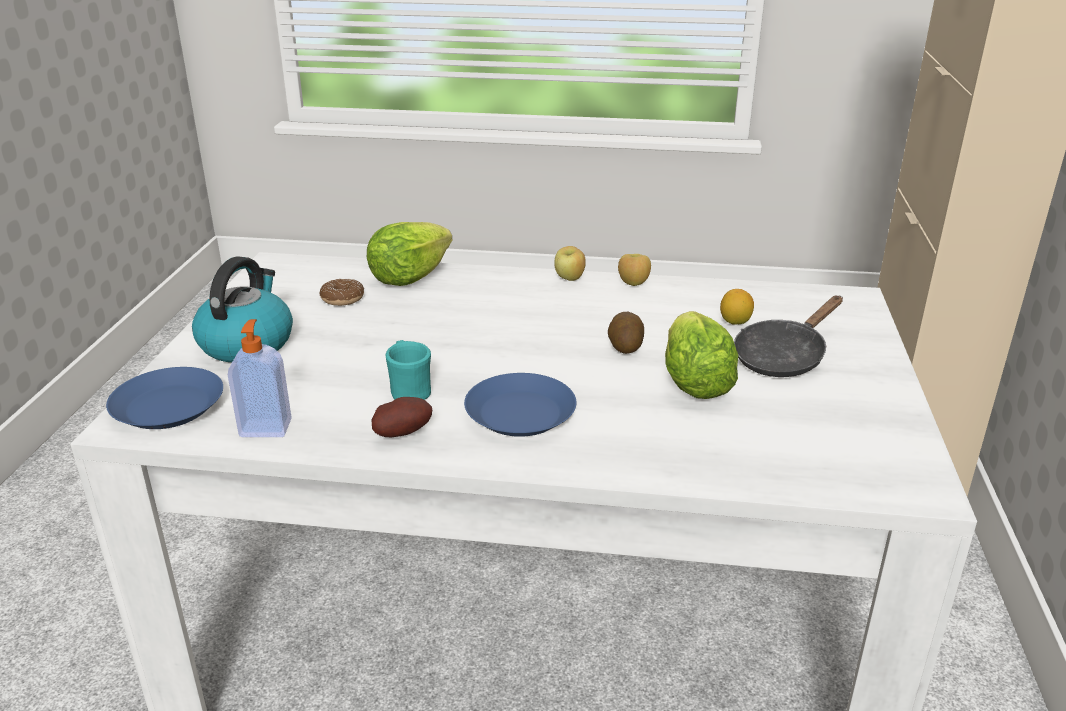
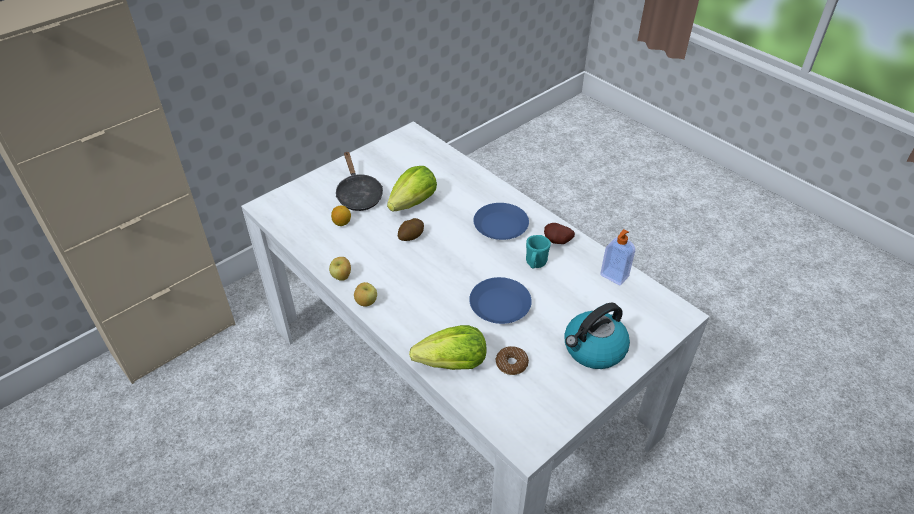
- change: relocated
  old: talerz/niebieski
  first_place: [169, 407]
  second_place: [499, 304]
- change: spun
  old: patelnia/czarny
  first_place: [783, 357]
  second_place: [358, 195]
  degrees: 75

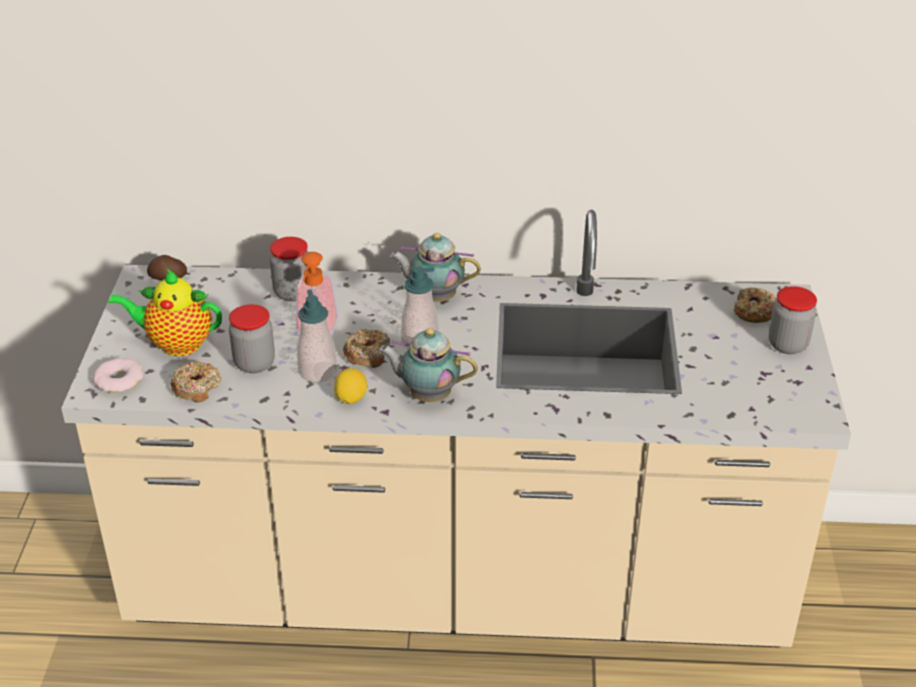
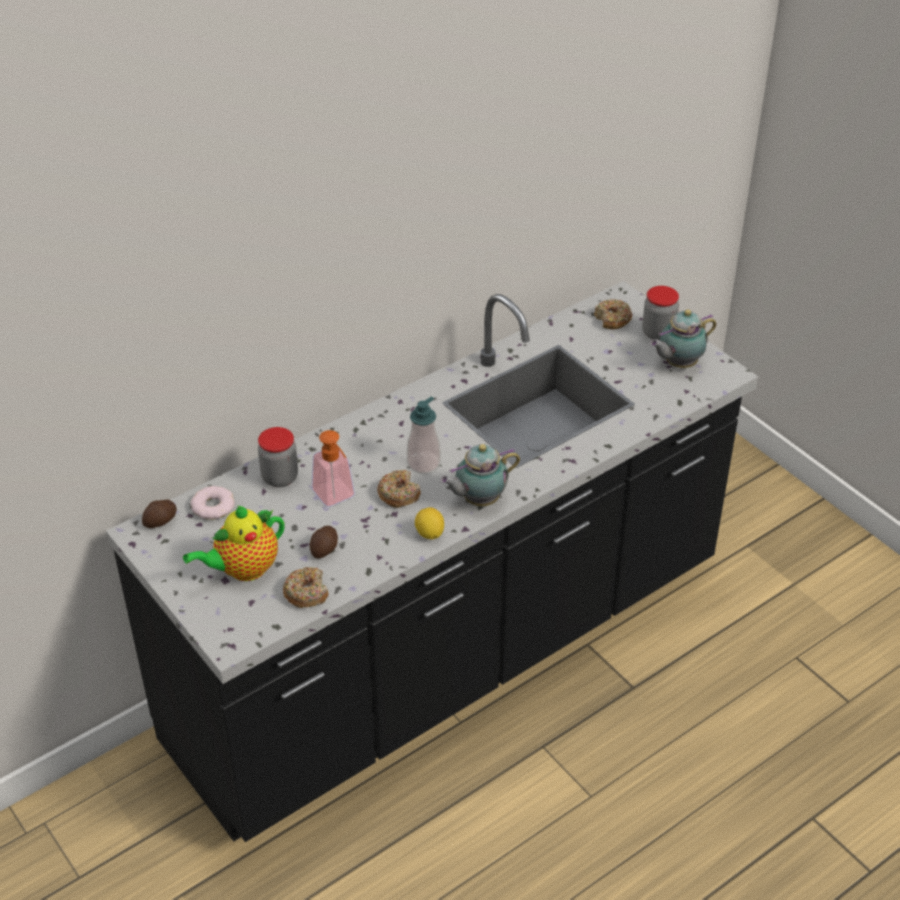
- change: missing
  old: dozownik mydła
  first_place: [317, 371]
- change: relocated
  old: donut
  first_place: [119, 380]
  second_place: [213, 506]
- change: relocated
  old: imbryk
  first_place: [434, 297]
  second_place: [678, 364]
- change: exchanged
  old: słoik
  new: ziemniak
  first_place: [254, 363]
  second_place: [325, 549]
- change: colour
  old: zabudowa kuchenna/beżowy
  new: zabudowa kuchenna/czarny
  first_place: [458, 589]
  second_place: [450, 656]

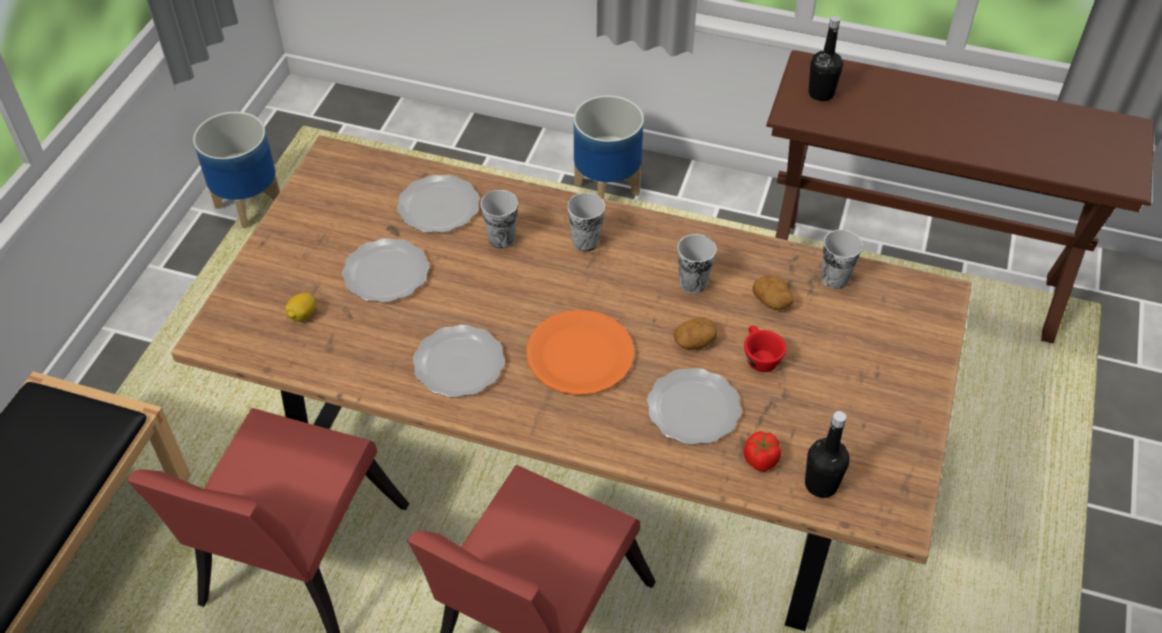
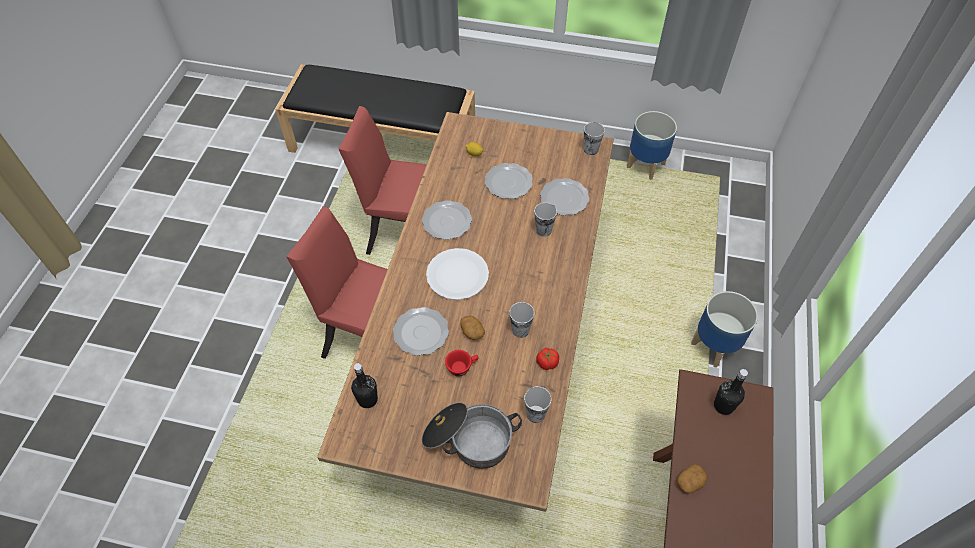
- change: appeared
  new: garnek
  second_place: [469, 440]
- change: relocated
  old: filiżanka
  first_place: [586, 241]
  second_place: [591, 149]
- change: relocated
  old: pomidor
  first_place: [760, 459]
  second_place: [547, 363]
- change: relocated
  old: ziemniak
  first_place: [772, 301]
  second_place: [690, 482]
- change: colour
  old: talerz/pomarańczowy
  new: talerz/biały
  first_place: [580, 355]
  second_place: [457, 275]

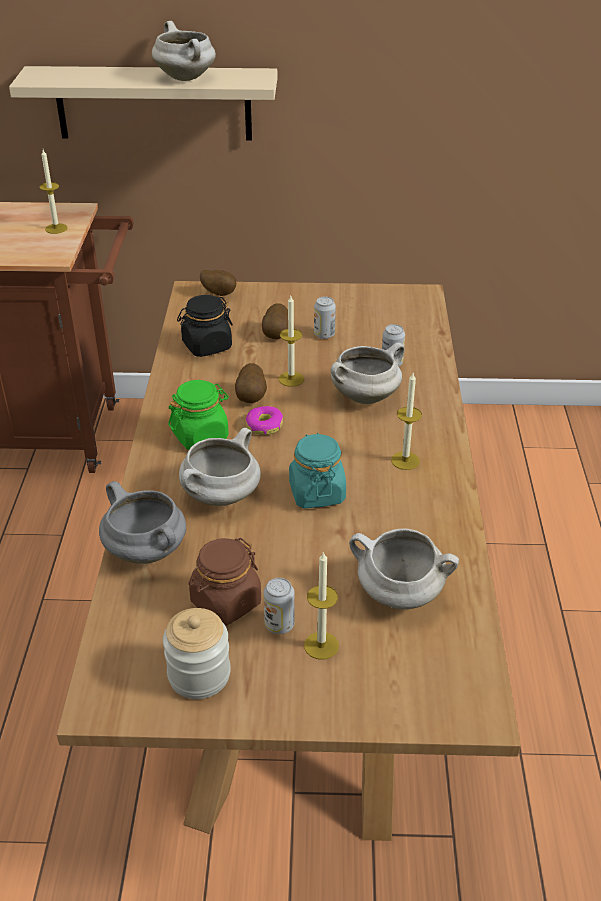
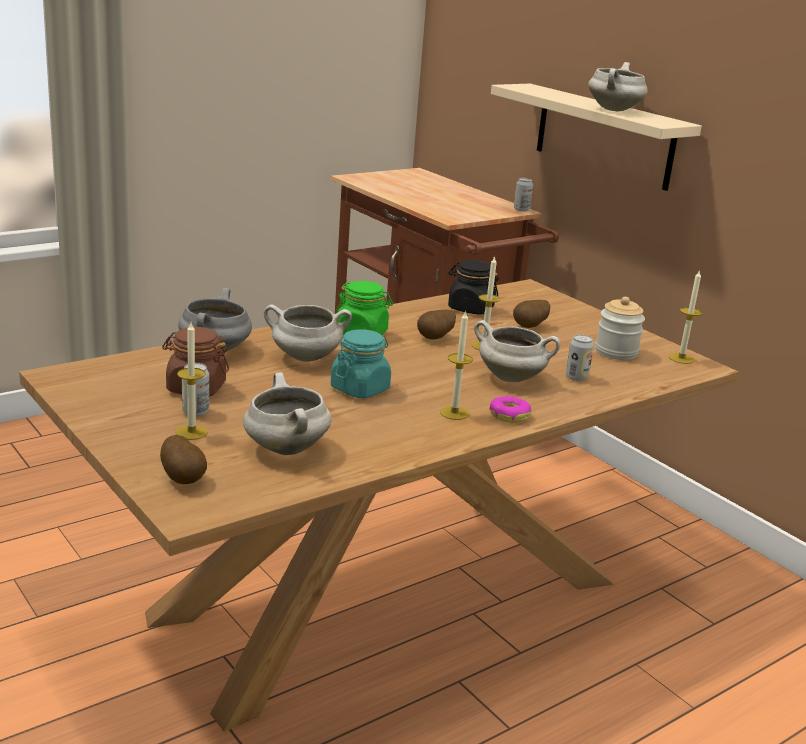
- change: relocated
  old: świeca
  first_place: [56, 228]
  second_place: [681, 358]
- change: relocated
  old: słoik
  first_place: [199, 675]
  second_place: [616, 352]
- change: relocated
  old: ziemniak
  first_place: [219, 293]
  second_place: [184, 479]
- change: relocated
  old: donut
  first_place: [264, 426]
  second_place: [509, 415]
- change: relocated
  old: puszka
  first_place: [324, 334]
  second_place: [521, 209]

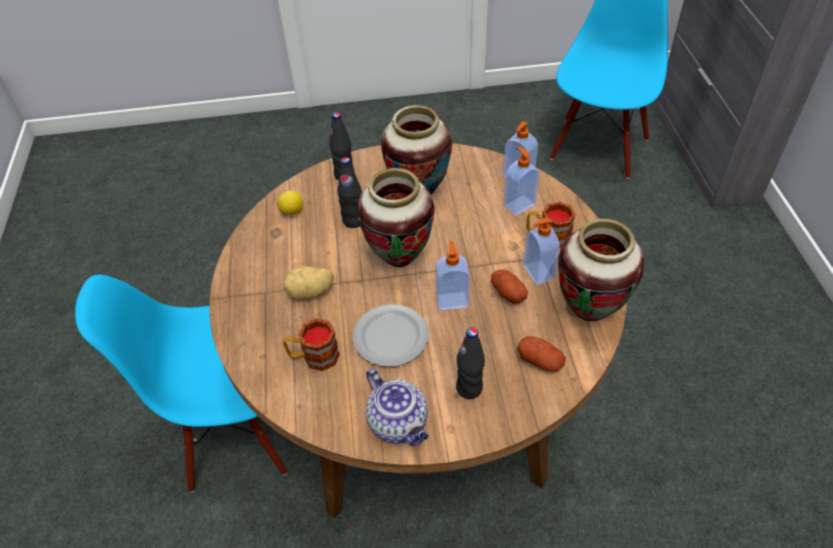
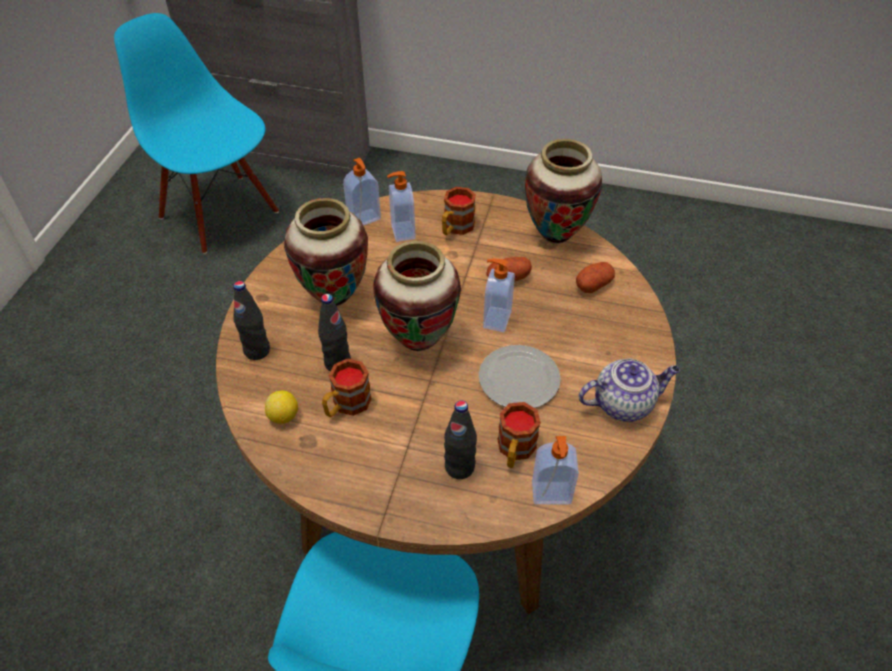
- change: missing
  old: ziemniak
  first_place: [310, 292]
- change: appeared
  new: kubek
  second_place: [346, 405]
- change: relocated
  old: butelka/czarny
  first_place: [469, 388]
  second_place: [459, 467]
- change: relocated
  old: dozownik mydła
  first_place: [537, 273]
  second_place: [551, 494]

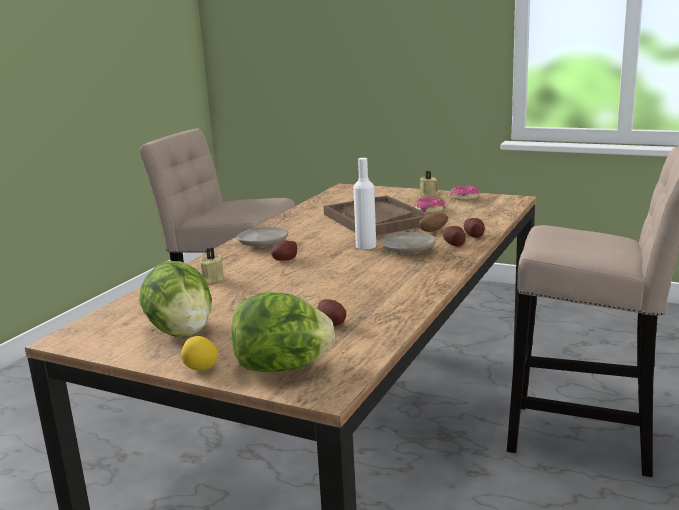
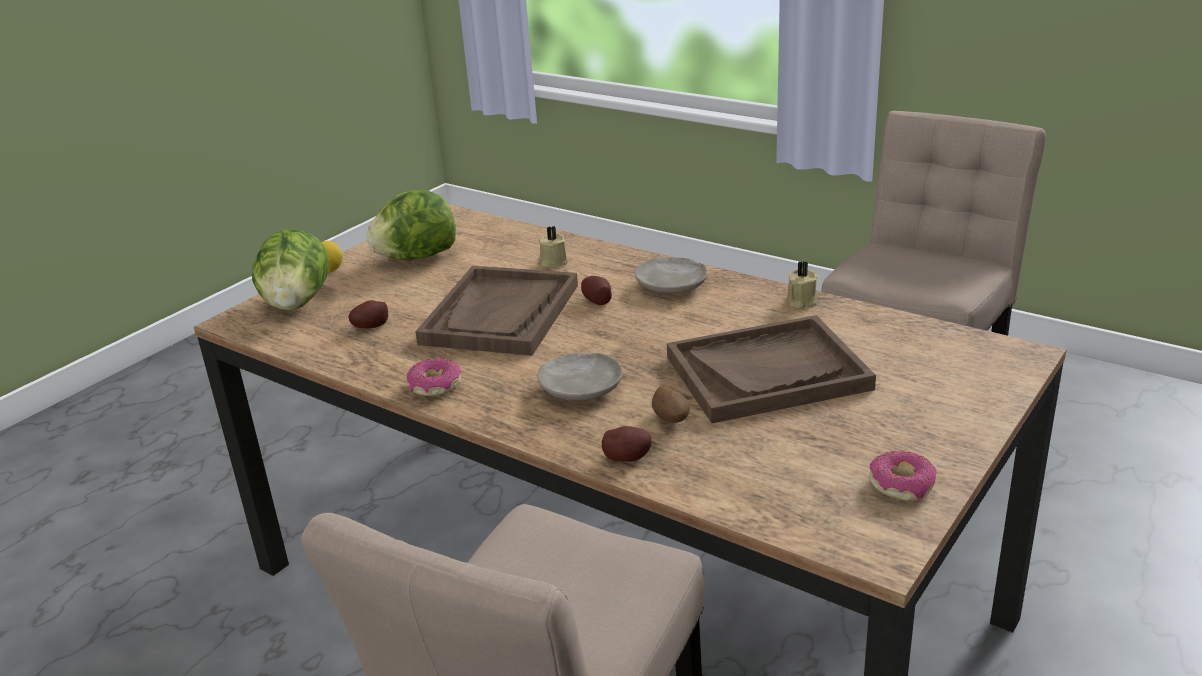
- change: missing
  old: butelka/biały
  first_place: [366, 246]
- change: missing
  old: ziemniak
  first_place: [454, 244]
- change: appeared
  new: taca/brązowy
  second_place: [501, 314]
- change: relocated
  old: donut
  first_place: [430, 210]
  second_place: [435, 386]
- change: relocated
  old: świeca/beżowy
  first_place: [429, 194]
  second_place: [800, 301]

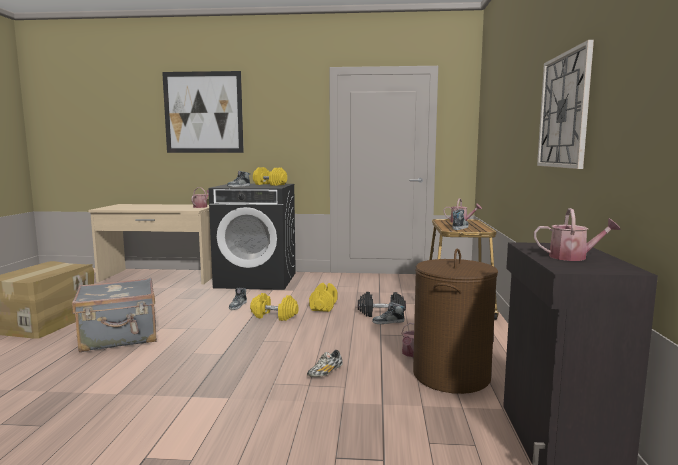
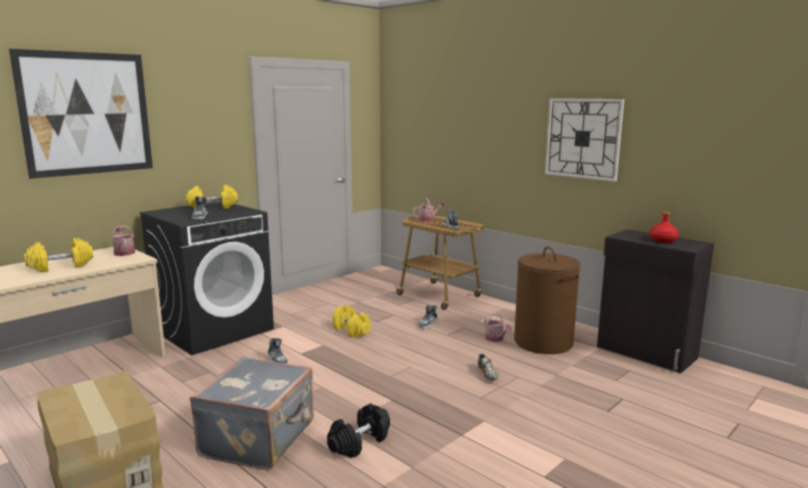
- change: relocated
  old: hantel/żółty
  first_place: [274, 316]
  second_place: [60, 266]
- change: relocated
  old: hantel/czarny
  first_place: [381, 314]
  second_place: [359, 443]
- change: exchanged
  old: konewka
  new: butelka/czerwony
  first_place: [573, 257]
  second_place: [663, 240]

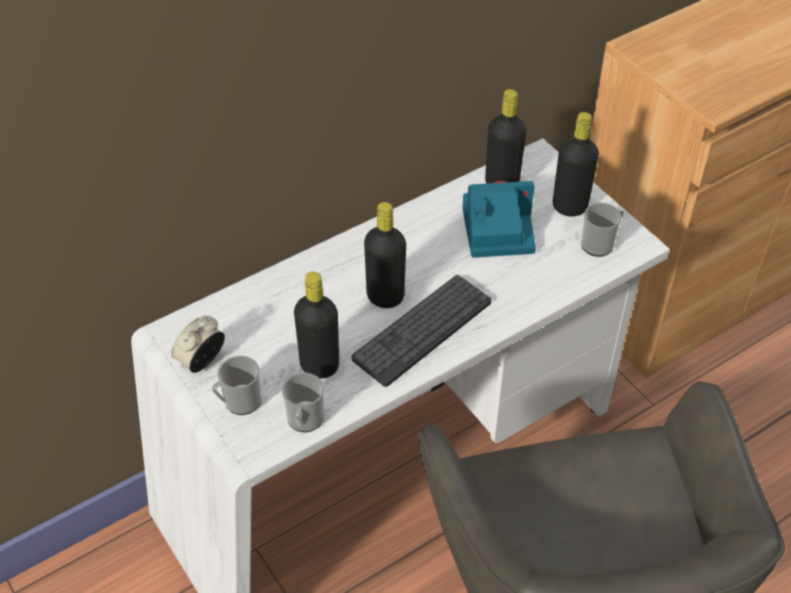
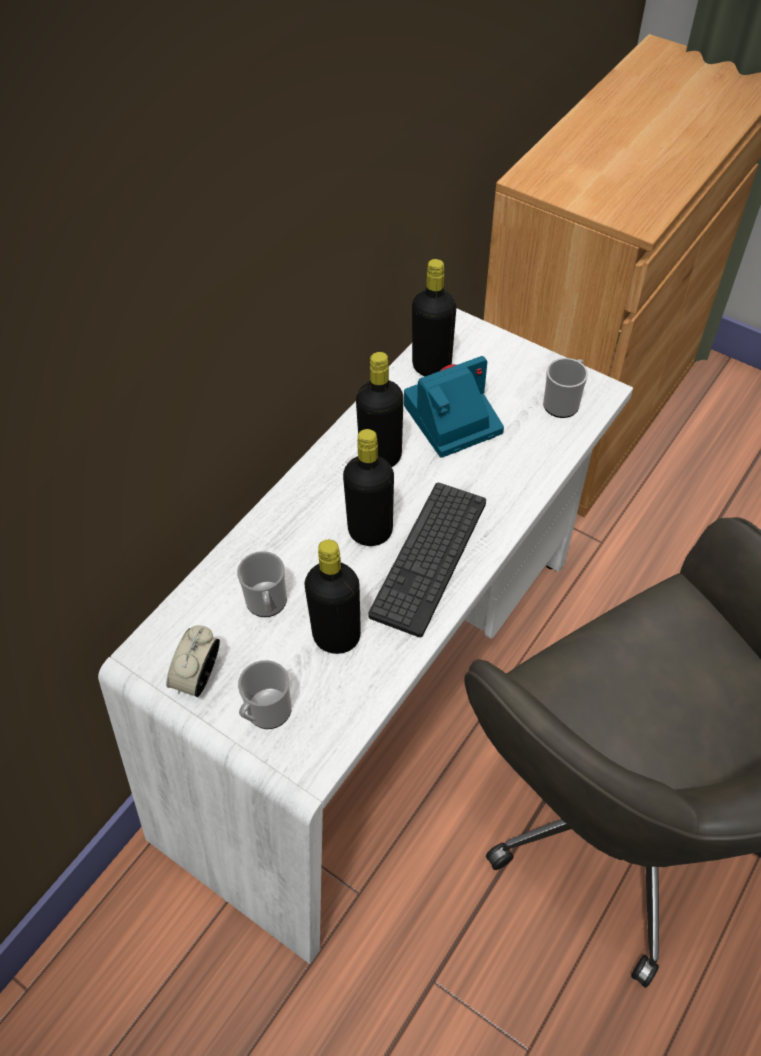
- change: relocated
  old: kubek
  first_place: [304, 421]
  second_place: [267, 604]
- change: relocated
  old: butelka/czarny
  first_place: [570, 206]
  second_place: [380, 457]

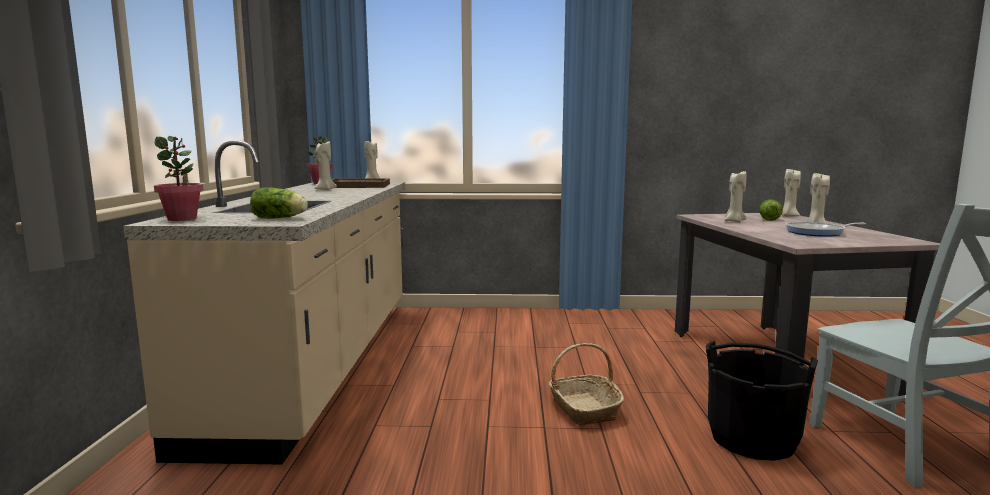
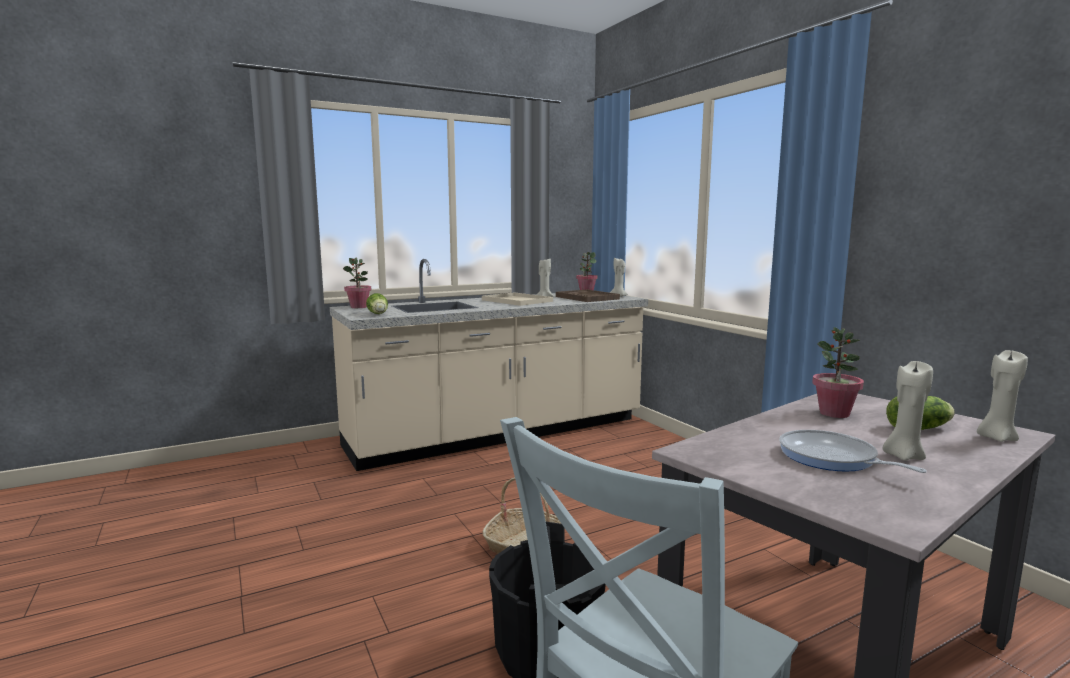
- change: appeared
  new: taca/beżowy
  second_place: [518, 300]
- change: exchanged
  old: świeca/beżowy
  new: roślina doniczkowa
  first_place: [734, 221]
  second_place: [834, 413]

